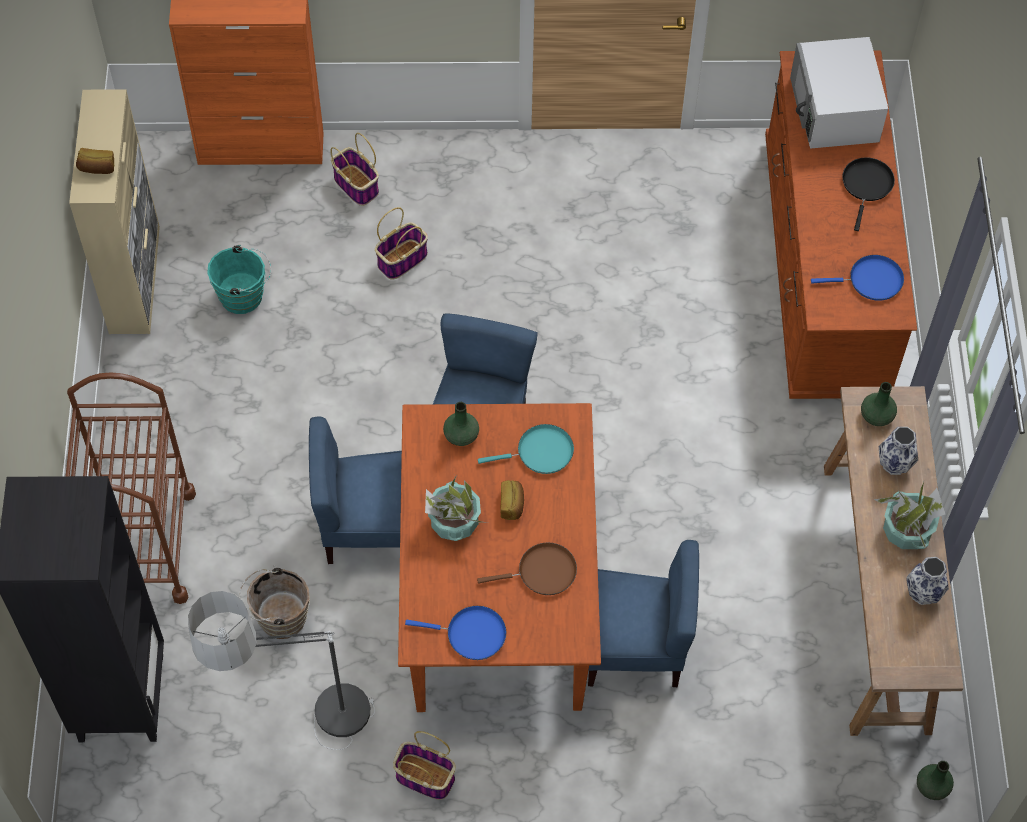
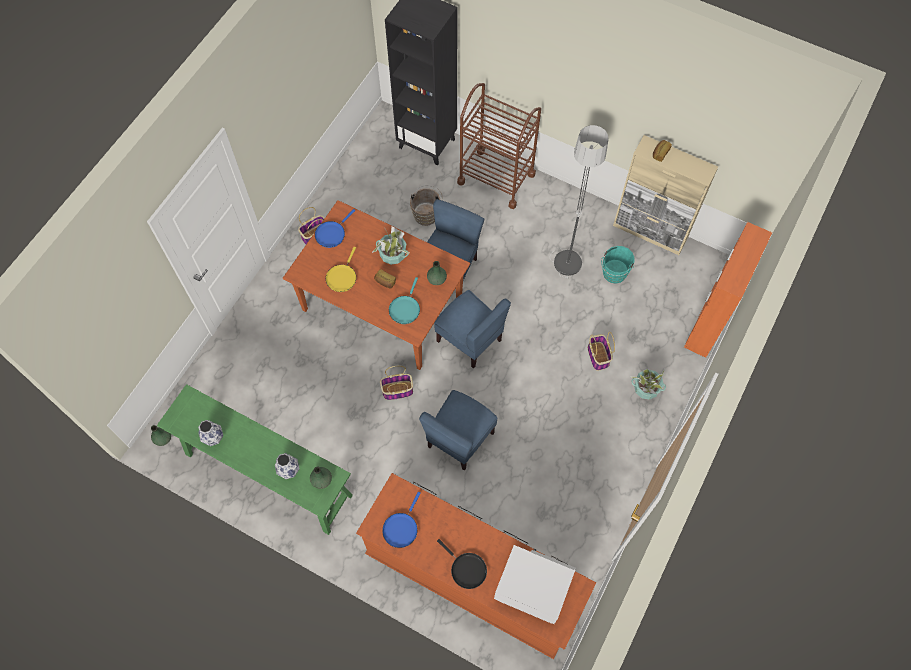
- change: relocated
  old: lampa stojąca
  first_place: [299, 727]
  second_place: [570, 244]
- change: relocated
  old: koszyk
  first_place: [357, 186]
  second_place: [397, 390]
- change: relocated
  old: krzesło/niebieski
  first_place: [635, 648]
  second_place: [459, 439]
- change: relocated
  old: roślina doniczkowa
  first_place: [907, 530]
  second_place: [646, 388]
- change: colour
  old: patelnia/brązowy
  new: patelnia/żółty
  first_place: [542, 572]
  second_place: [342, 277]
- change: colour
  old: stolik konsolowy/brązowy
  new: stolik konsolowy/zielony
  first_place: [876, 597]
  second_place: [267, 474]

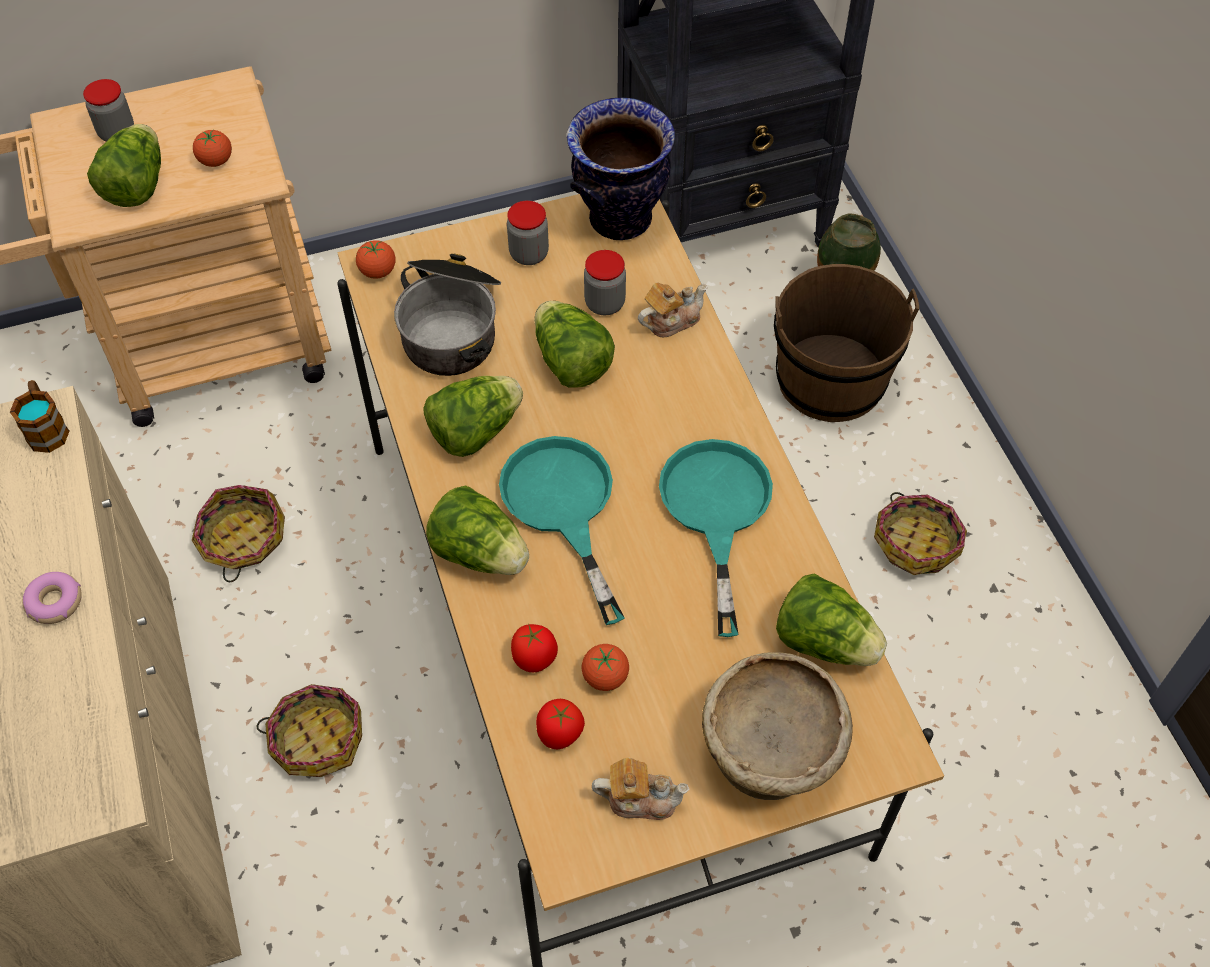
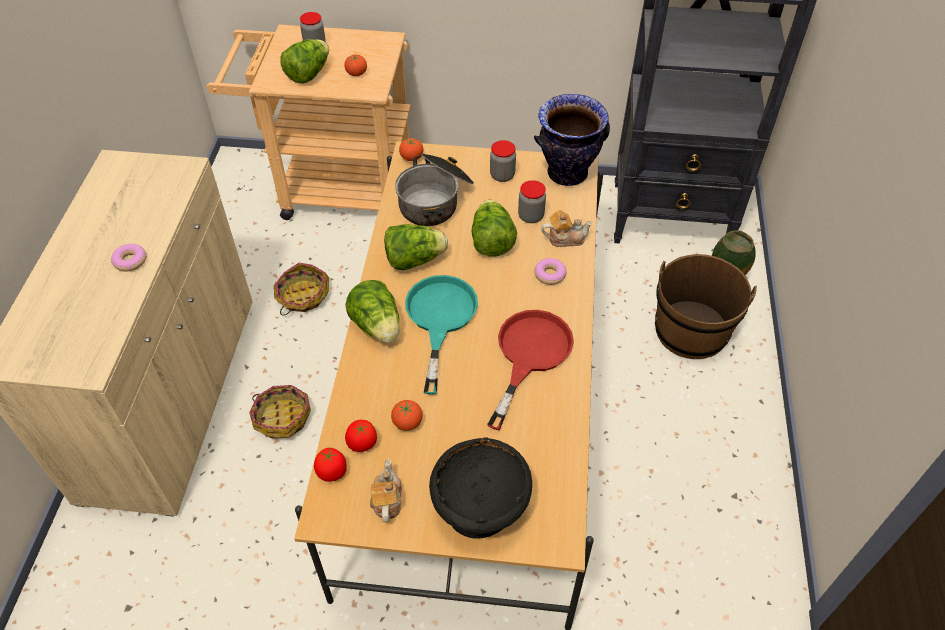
- change: missing
  old: kubek
  first_place: [46, 428]
- change: missing
  old: sałata
  first_place: [824, 641]
- change: missing
  old: koszyk
  first_place: [916, 542]
- change: appeared
  new: donut
  second_place: [550, 275]
- change: relocated
  old: pomidor
  first_place: [535, 658]
  second_place: [332, 472]
- change: colour
  old: patelnia/turkusowy
  new: patelnia/czerwony
  first_place: [716, 512]
  second_place: [529, 355]
- change: colour
  old: miska/beżowy
  new: miska/czarny
  first_place: [770, 753]
  second_place: [480, 508]
- change: spun
  old: imbryk
  first_place: [640, 798]
  second_place: [386, 500]
  degrees: -120

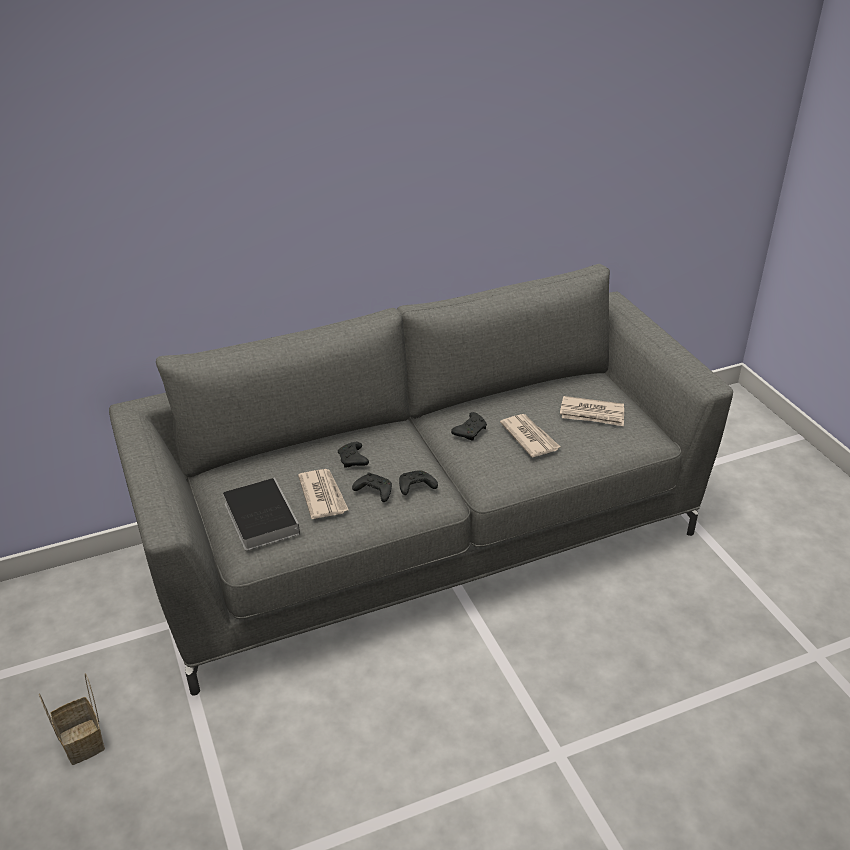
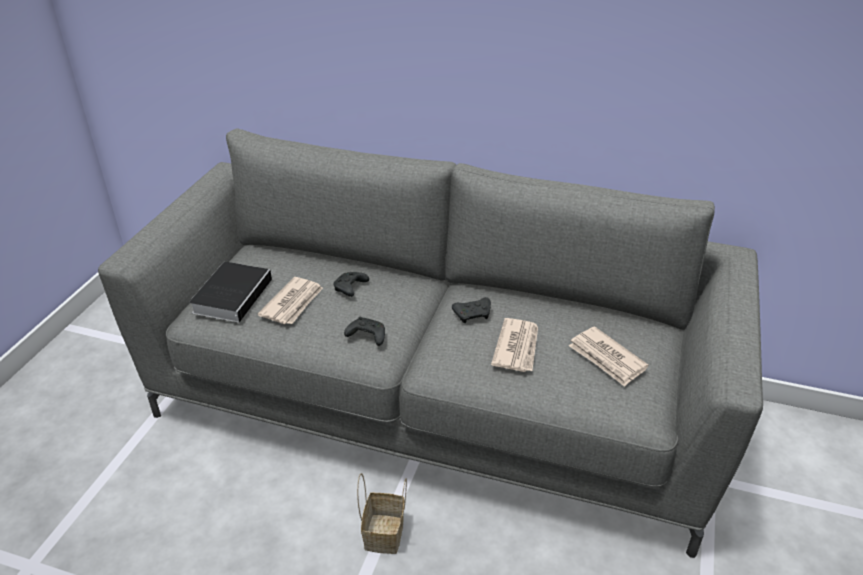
- change: missing
  old: pad do gier/czarny
  first_place: [373, 492]
- change: relocated
  old: koszyk
  first_place: [83, 742]
  second_place: [385, 535]

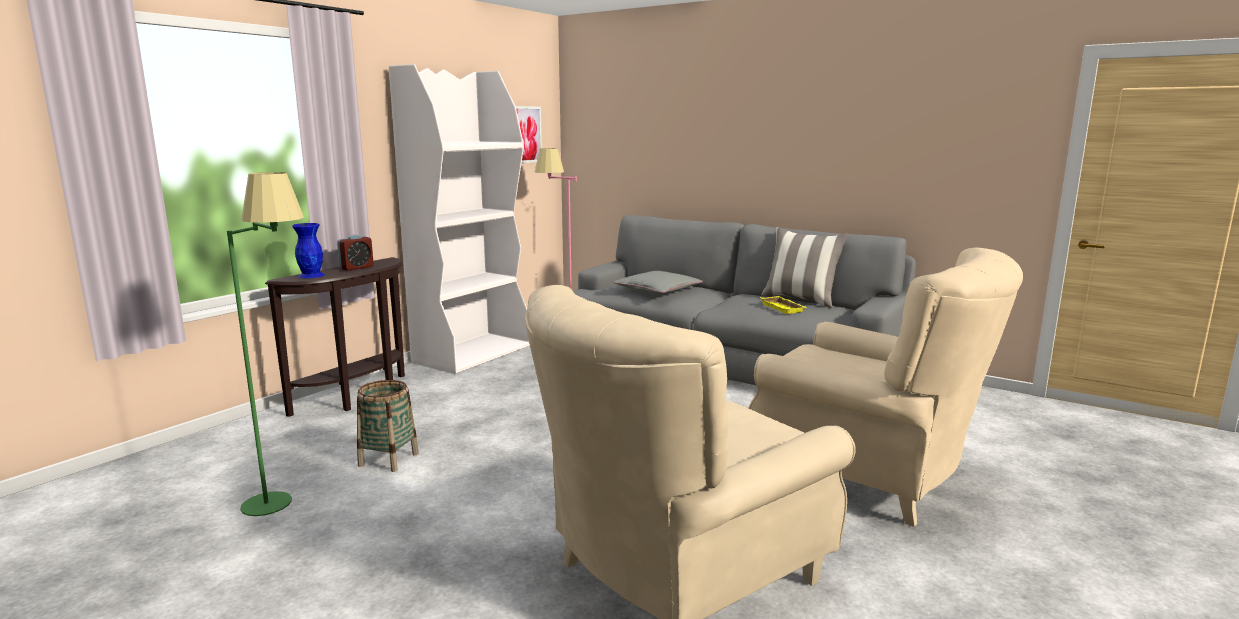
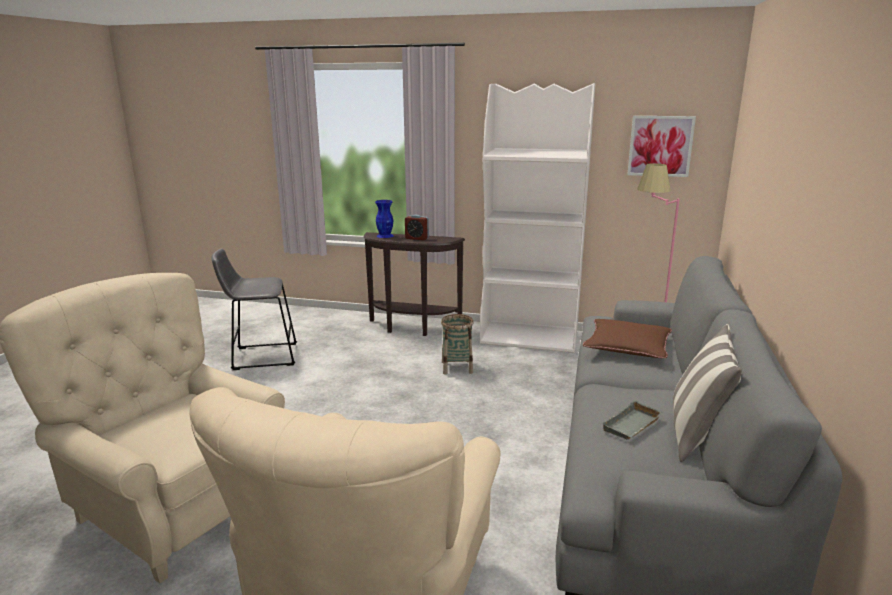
- change: relocated
  old: koszyk
  first_place: [388, 459]
  second_place: [457, 367]
- change: exchanged
  old: lampa stojąca/zielony
  new: stołek/szary
  first_place: [289, 502]
  second_place: [261, 356]
- change: colour
  old: poduszka/szary
  new: poduszka/brązowy
  first_place: [658, 290]
  second_place: [627, 346]
- change: colour
  old: taca/żółty
  new: taca/szary
  first_place: [784, 308]
  second_place: [633, 426]

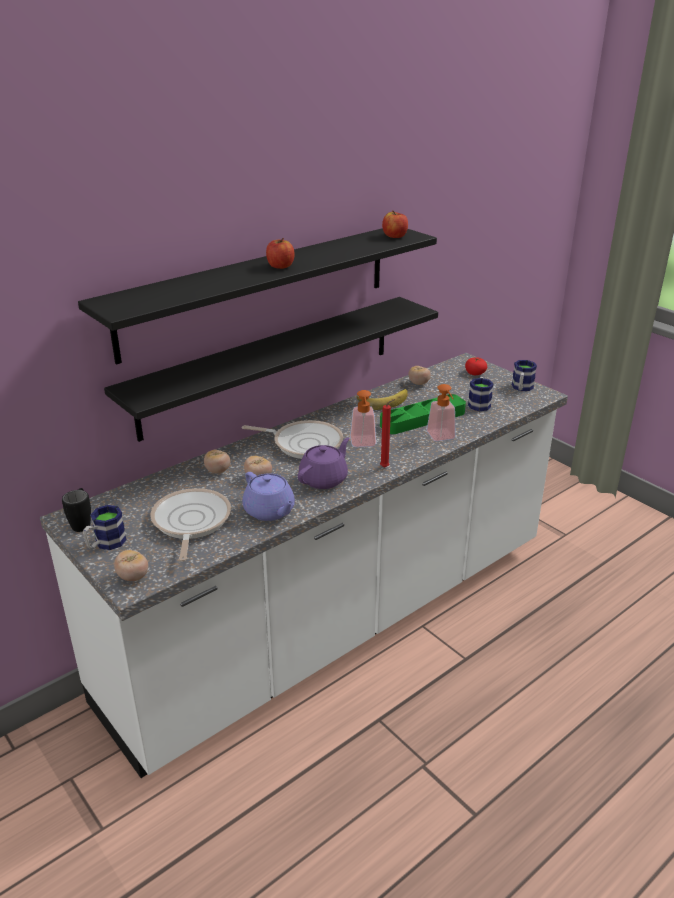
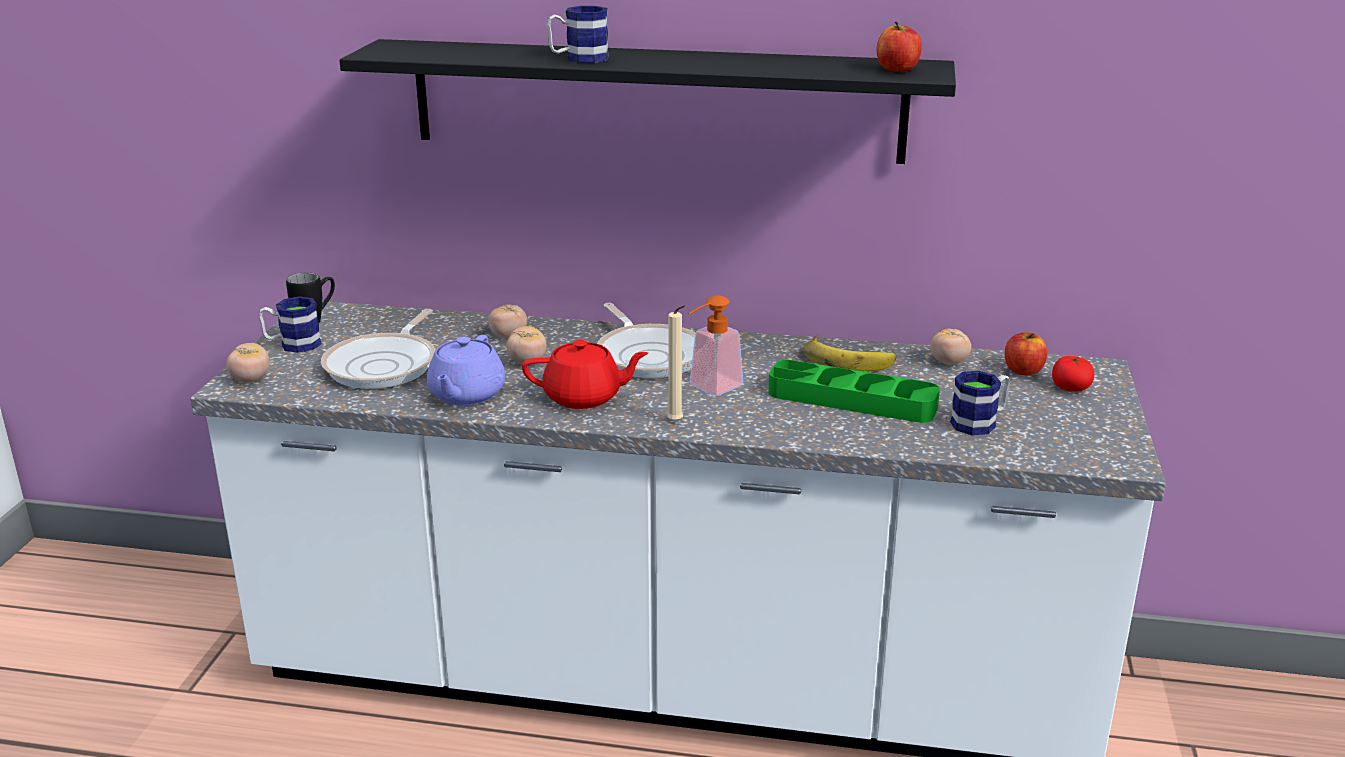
- change: missing
  old: półka/czarny
  first_place: [271, 365]
- change: missing
  old: dozownik mydła
  first_place: [442, 438]
- change: relocated
  old: jabłko
  first_place: [280, 266]
  second_place: [1023, 371]
- change: relocated
  old: kubek
  first_place: [521, 388]
  second_place: [578, 59]
- change: colour
  old: imbryk/fioletowy
  new: imbryk/czerwony
  first_place: [324, 479]
  second_place: [584, 397]
- change: colour
  old: świeca/czerwony
  new: świeca/beżowy
  first_place: [386, 467]
  second_place: [676, 423]
- change: spun
  old: patelnia
  first_place: [190, 522]
  second_place: [385, 365]
  degrees: 150

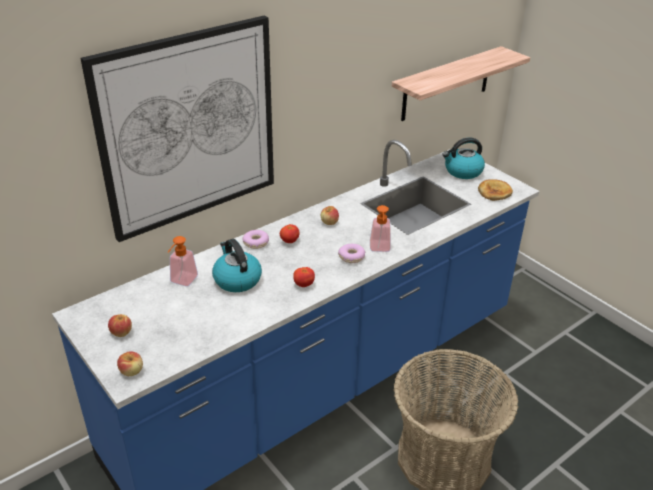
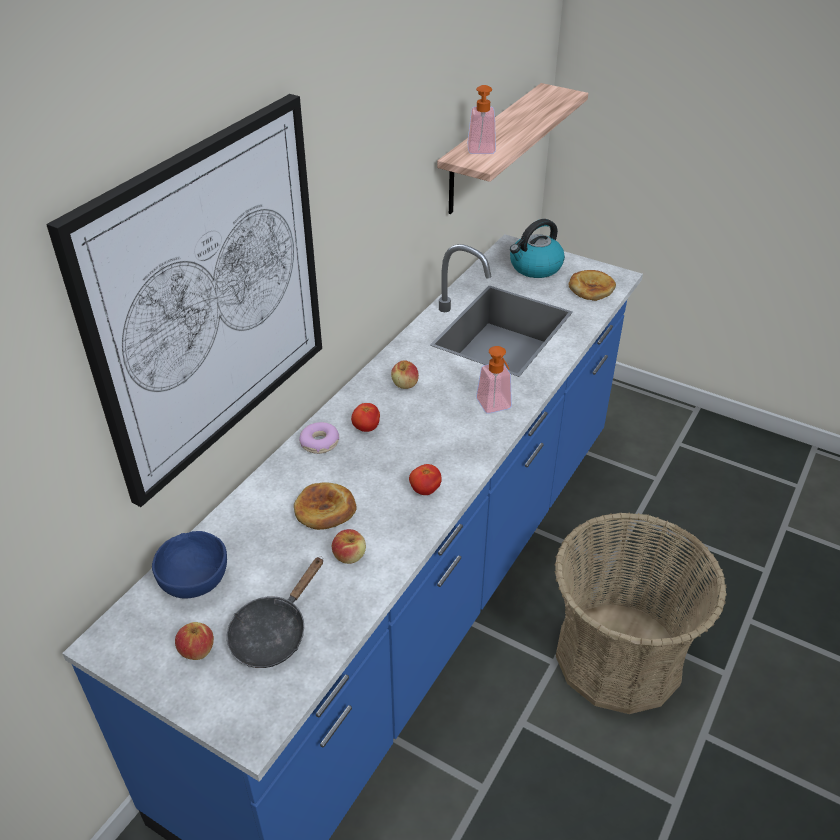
- change: missing
  old: donut
  first_place: [351, 257]
- change: appeared
  new: miska/niebieski
  second_place: [196, 582]
- change: appeared
  new: patelnia/czarny
  second_place: [273, 633]
- change: relocated
  old: jabłko
  first_place: [132, 371]
  second_place: [349, 556]
- change: relocated
  old: dozownik mydła
  first_place: [181, 282]
  second_place: [481, 152]
- change: exchanged
  old: czajnik
  new: chleb
  first_place: [236, 279]
  second_place: [325, 509]

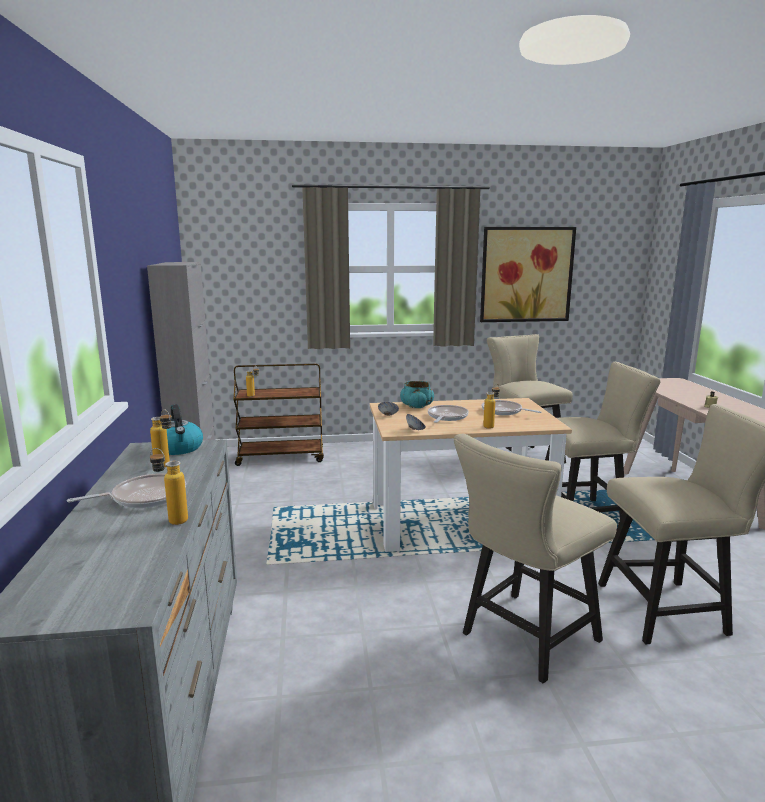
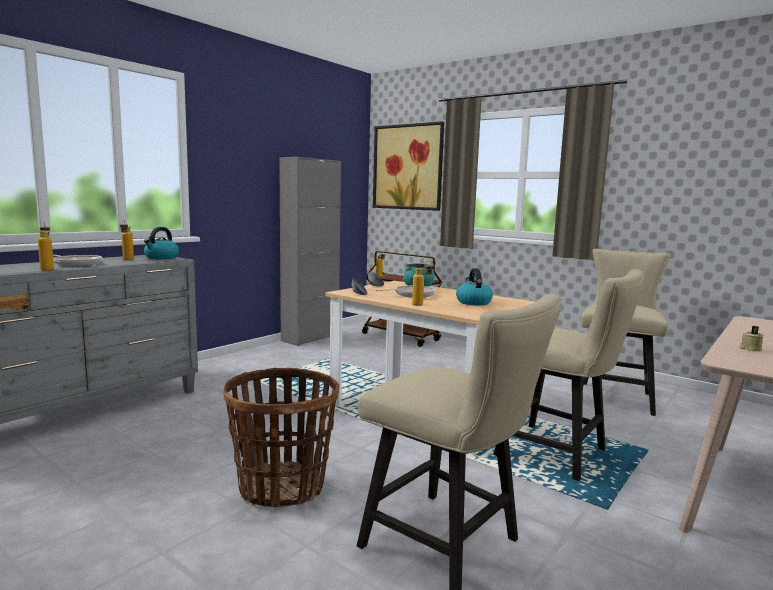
- change: relocated
  old: obraz
  first_place: [526, 274]
  second_place: [407, 167]
- change: exchanged
  old: krzesło/beżowy
  new: koszyk
  first_place: [523, 640]
  second_place: [282, 487]
- change: exchanged
  old: patelnia
  new: czajnik
  first_place: [504, 411]
  second_place: [473, 302]

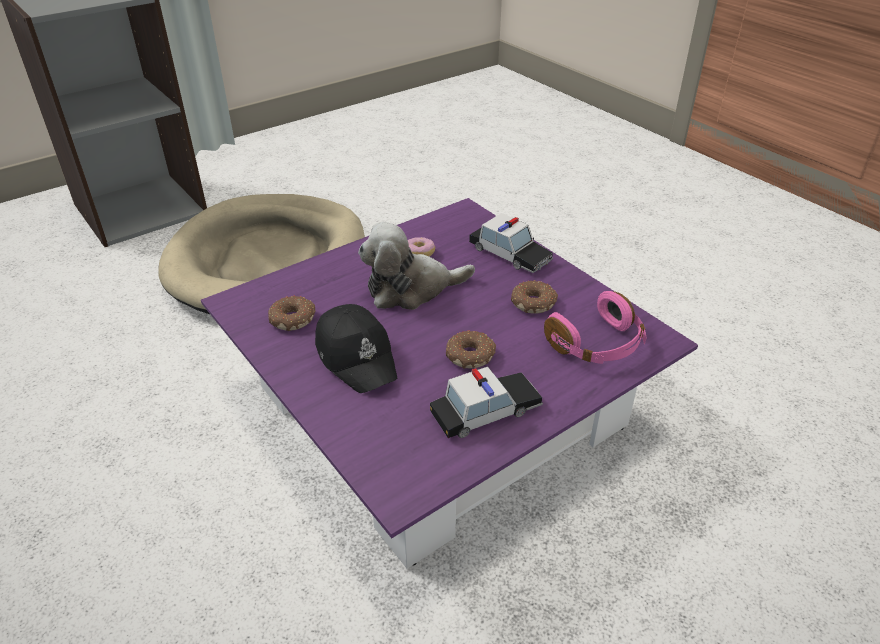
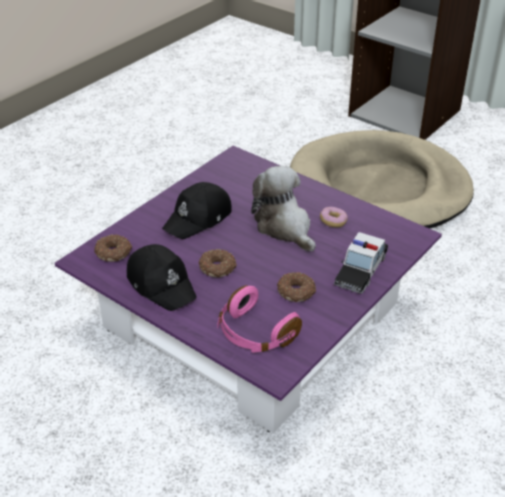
- change: relocated
  old: donut
  first_place: [293, 318]
  second_place: [114, 253]
- change: exchanged
  old: samochodzik
  new: czapka z daszkiem/czarny
  first_place: [486, 411]
  second_place: [162, 284]

